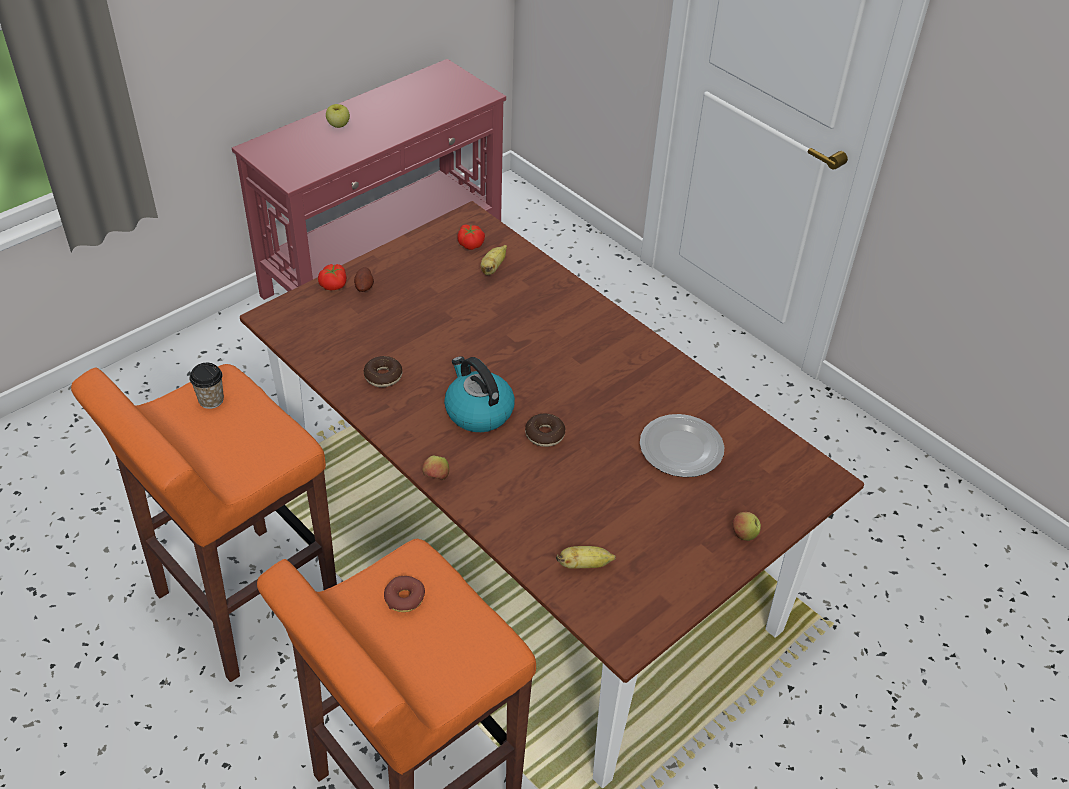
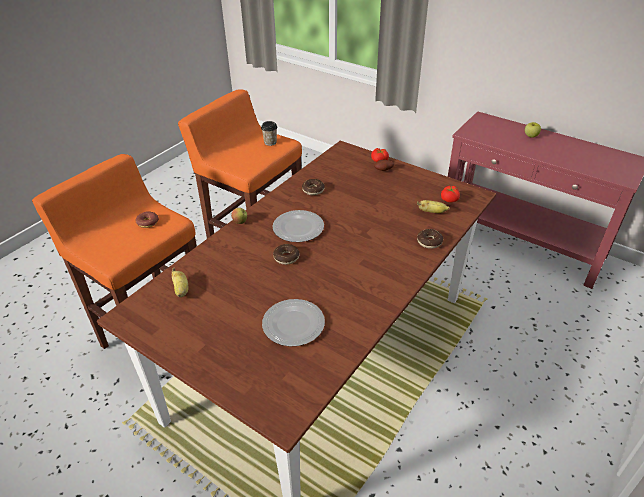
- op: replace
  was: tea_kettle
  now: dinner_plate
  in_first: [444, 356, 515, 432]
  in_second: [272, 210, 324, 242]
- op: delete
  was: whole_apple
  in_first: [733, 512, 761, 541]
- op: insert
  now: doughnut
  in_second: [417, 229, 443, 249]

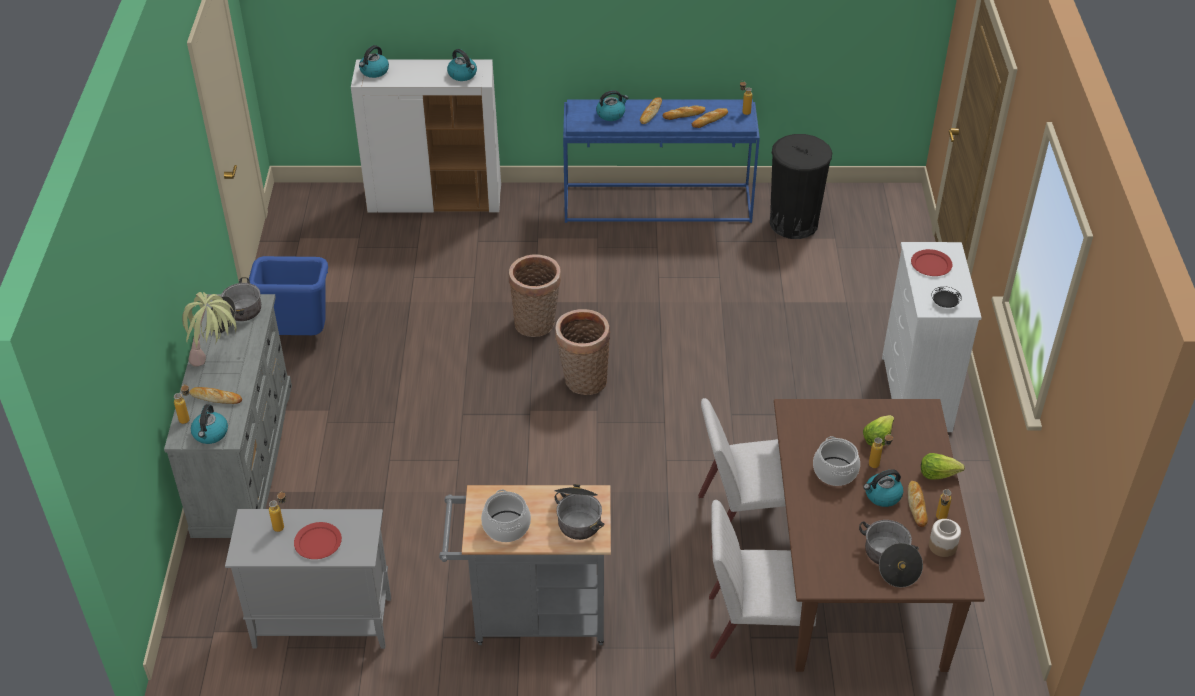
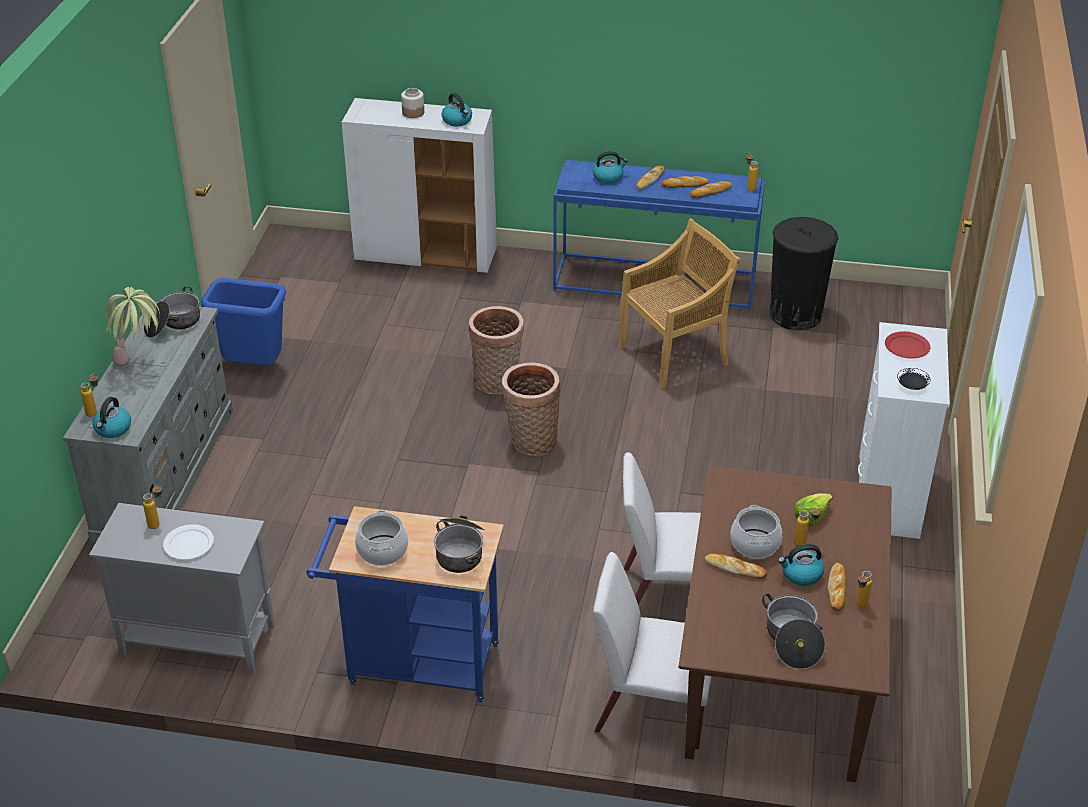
- op: delete
  was: tea_kettle
  in_first: [359, 45, 389, 78]
- op: move
  was: baked_bread
  in_first: [189, 387, 242, 404]
  in_second: [704, 554, 767, 579]
- op: delete
  was: lettuce
  in_first: [921, 453, 965, 480]
- op: recolor
  was: gray_wheeled_cart
  now: blue-coloured_wheeled_cart
  in_first: [439, 485, 611, 645]
  in_second: [307, 506, 504, 702]
- op: move
  was: storage_jar
  in_first: [929, 519, 961, 557]
  in_second: [401, 88, 424, 118]
- op: recolor
  was: red-coloured_dinner_plate
  now: white-coloured_dinner_plate
  in_first: [294, 522, 342, 559]
  in_second: [163, 524, 214, 559]
- op: insert
  now: beige_plain_chair
  in_second: [619, 219, 740, 389]

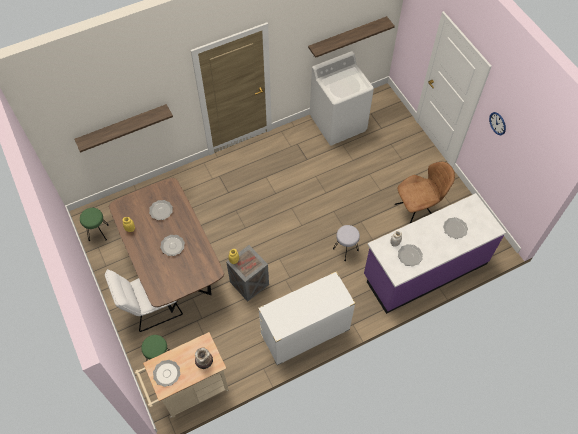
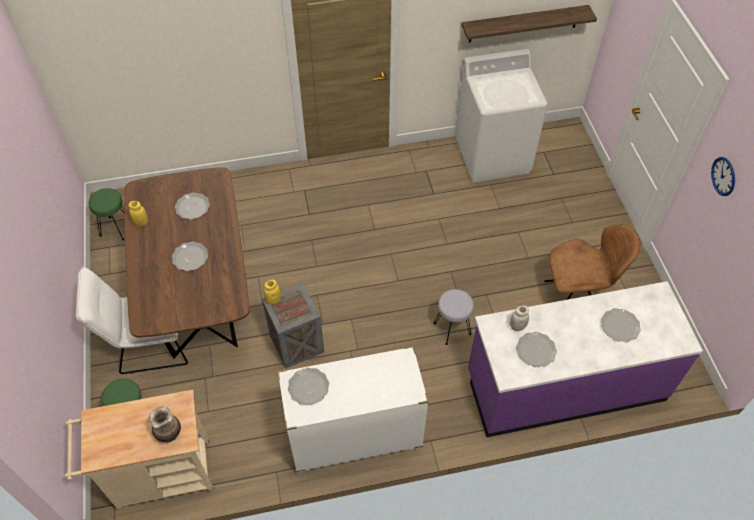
- op: delete
  was: shelf
  in_first: [75, 104, 173, 153]
- op: move
  was: dinner_plate
  in_first: [153, 360, 180, 387]
  in_second: [288, 368, 329, 405]

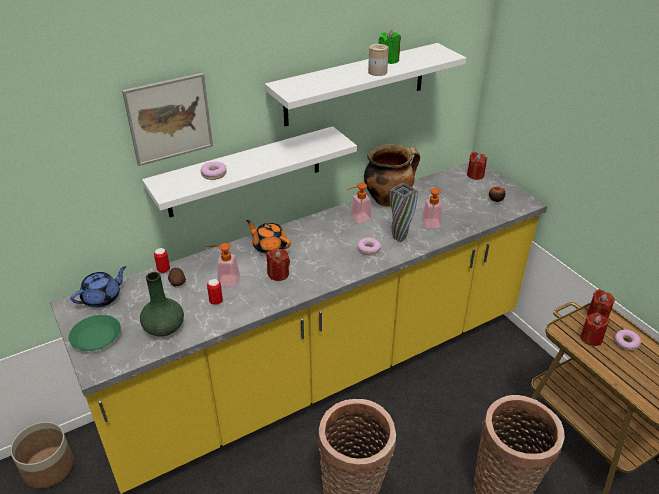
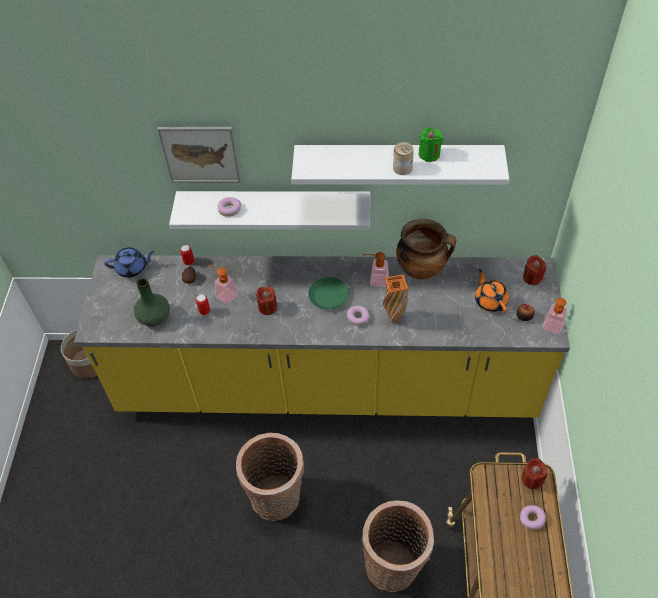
- op: recolor
  was: gray_flower_vase
  now: orangey_flower_vase
  in_first: [389, 183, 418, 242]
  in_second: [383, 274, 409, 323]
- op: move
  was: soap_dispenser
  in_first: [422, 188, 442, 229]
  in_second: [542, 298, 567, 335]
- op: move
  was: orangey_pot_for_tea
  in_first: [246, 220, 291, 254]
  in_second: [475, 269, 509, 313]
- op: delete
  was: red-coloured_candle
  in_first: [580, 312, 609, 346]
- op: move
  was: green_dinner_plate
  in_first: [69, 315, 121, 351]
  in_second: [308, 277, 349, 309]

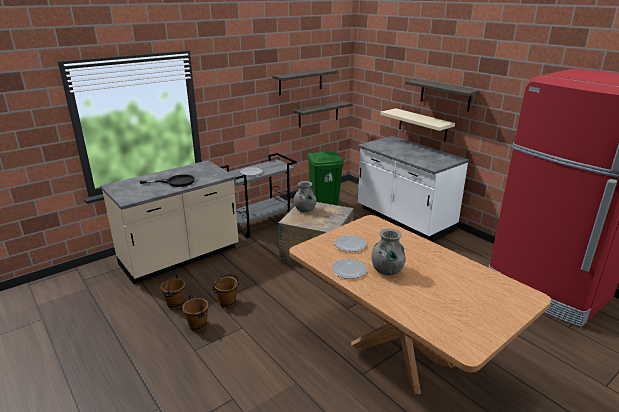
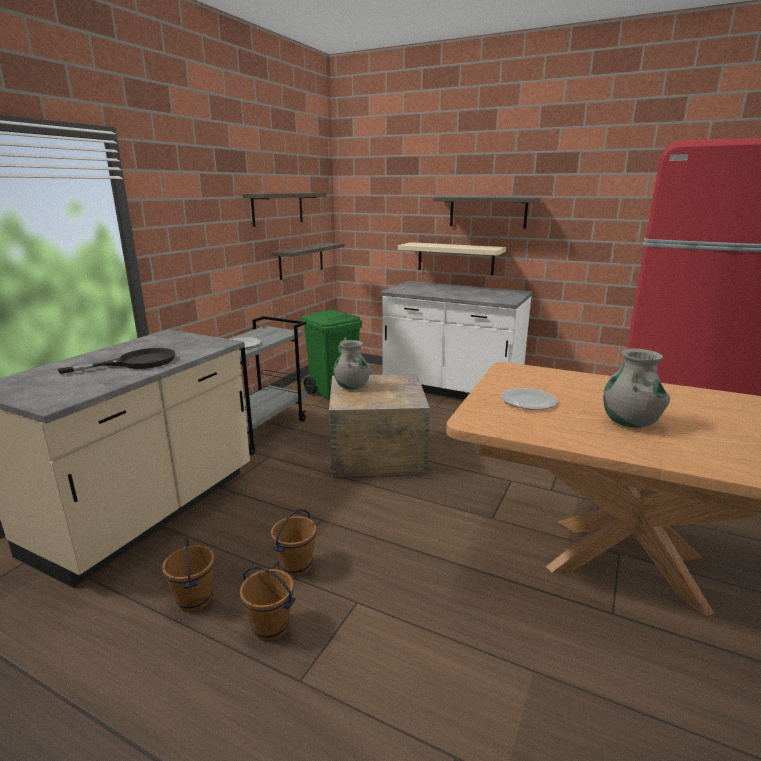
- op: delete
  was: dinner_plate
  in_first: [332, 259, 367, 279]

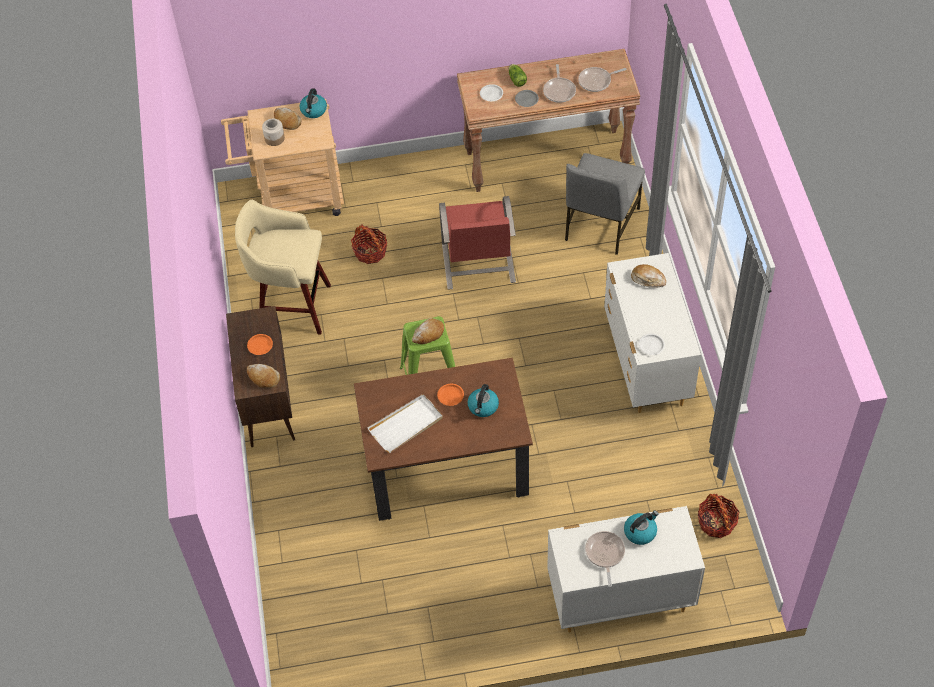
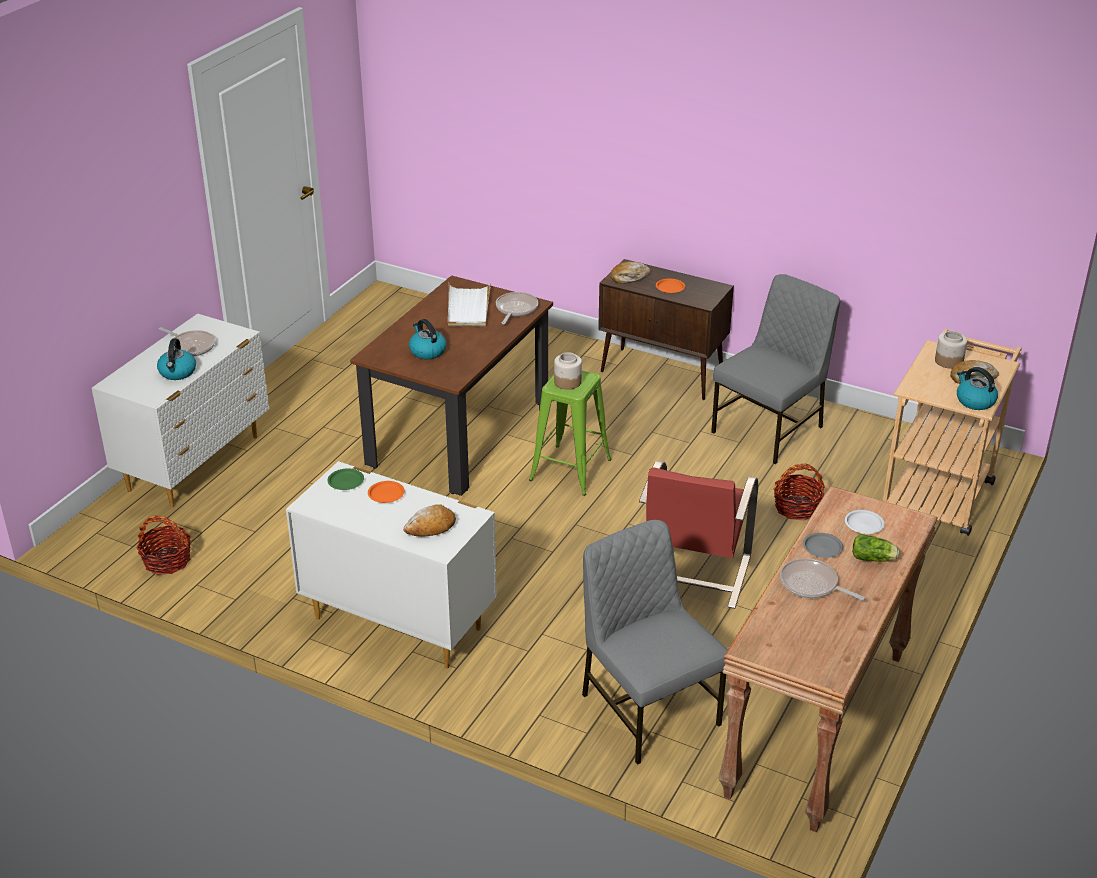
- op: move
  was: skillet
  in_first: [578, 67, 626, 92]
  in_second: [496, 292, 538, 324]
- op: rotate
  was: red-coloured_plain_chair
  in_first: [439, 196, 516, 290]
  in_second: [639, 461, 758, 609]
  clockwise: -105
- op: replace
  was: beige_stool_seat
  now: gray_plain_chair
  in_first: [235, 200, 331, 335]
  in_second: [711, 274, 840, 464]
- op: replace
  was: baked_bread
  now: storage_jar
  in_first: [412, 318, 444, 344]
  in_second: [554, 352, 582, 390]
- op: recolor
  was: white-coloured_dinner_plate
  now: green_dinner_plate
  in_first: [638, 334, 665, 355]
  in_second: [327, 468, 364, 490]
- op: move
  was: orangey_dinner_plate
  in_first: [437, 384, 464, 406]
  in_second: [368, 481, 405, 503]

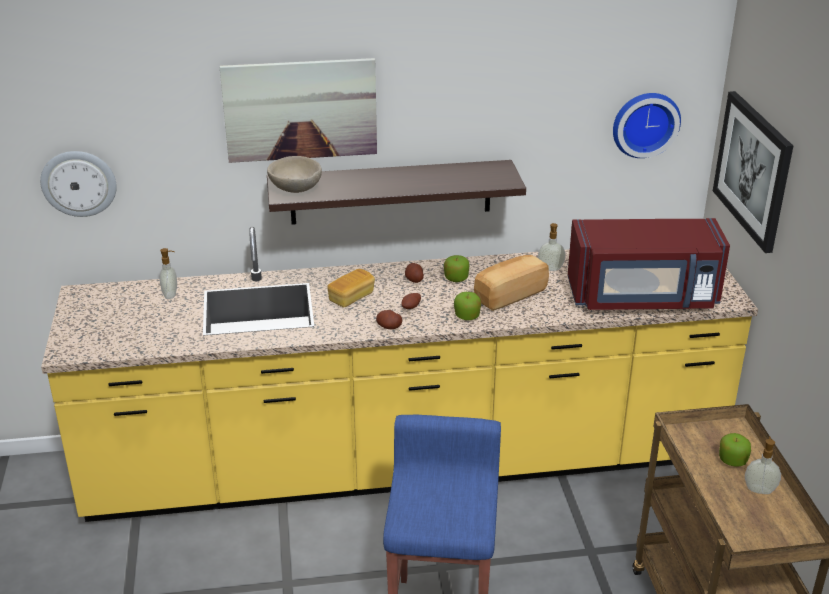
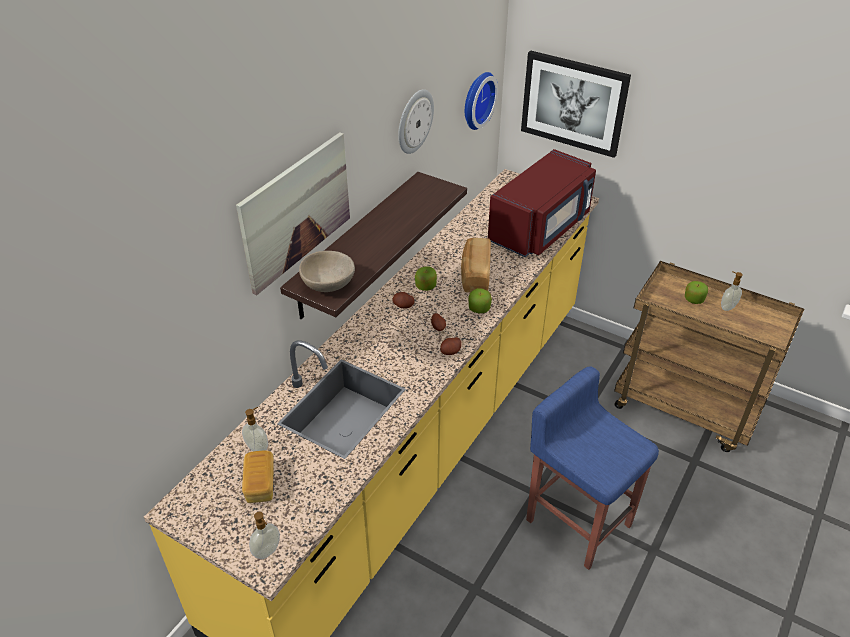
- op: move
  was: clock_on_the_wall
  in_first: [40, 151, 117, 217]
  in_second: [398, 89, 434, 154]
- op: move
  was: soap_dispenser
  in_first: [538, 223, 566, 271]
  in_second: [249, 512, 280, 559]
- op: move
  was: baked_bread
  in_first: [327, 269, 375, 307]
  in_second: [242, 451, 274, 503]

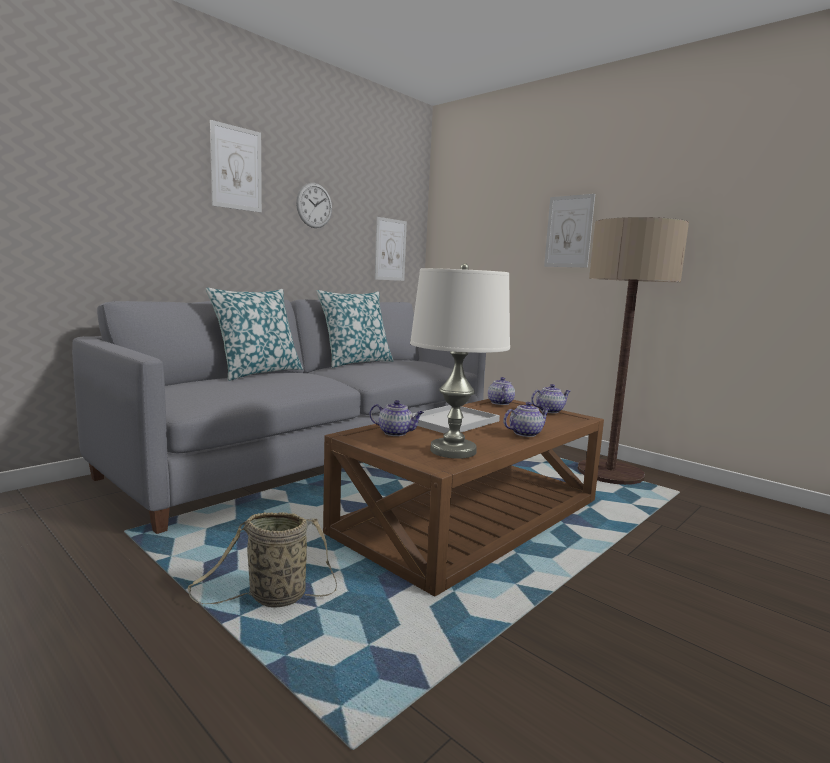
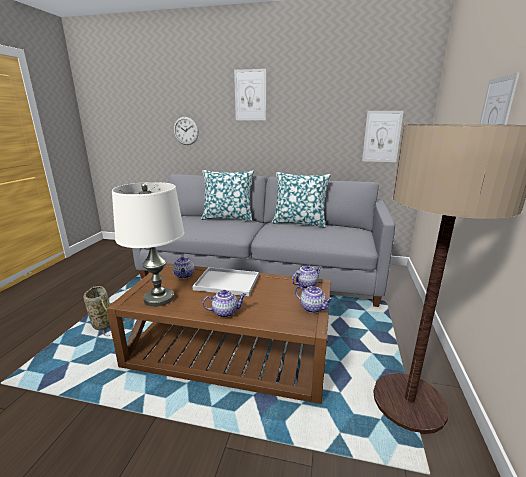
- op: move
  was: clock_on_the_wall
  in_first: [296, 183, 332, 228]
  in_second: [173, 117, 199, 145]
- op: rotate
  was: pot_for_tea
  in_first: [503, 402, 550, 437]
  in_second: [203, 290, 246, 318]
  clockwise: -45

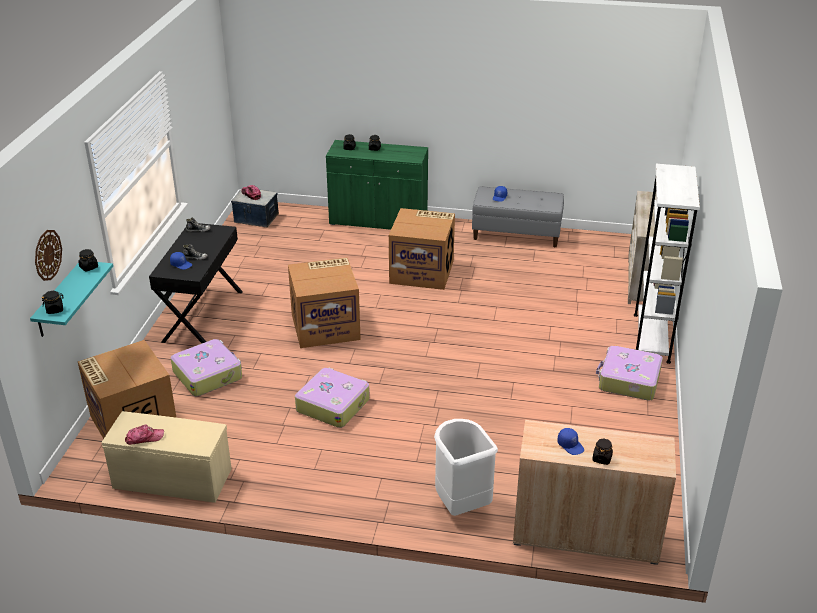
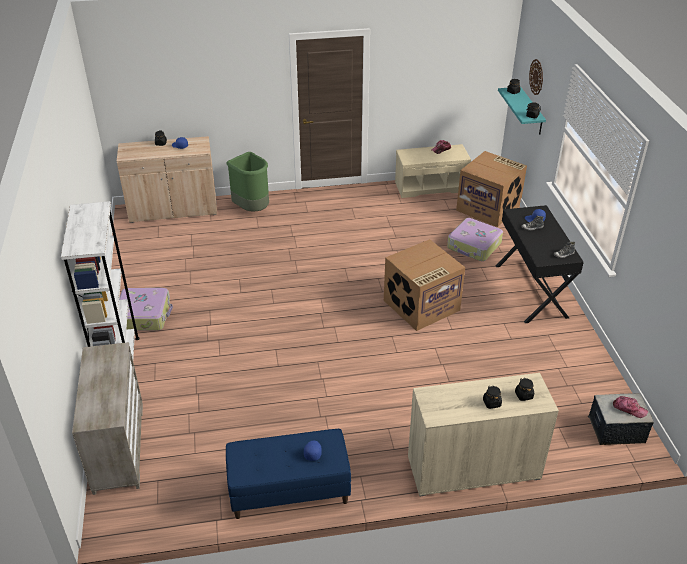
- op: recolor
  was: green_storage_cabinet
  now: beige_storage_cabinet
  in_first: [326, 140, 428, 230]
  in_second: [408, 373, 559, 496]
- op: recolor
  was: gray_indoor_bench
  now: blue-coloured_indoor_bench
  in_first: [472, 186, 564, 247]
  in_second: [226, 429, 351, 519]
- op: delete
  was: carton
  in_first: [389, 208, 455, 290]
- op: delete
  was: travel_case
  in_first: [295, 368, 370, 428]
- op: recolor
  was: white-coloured_rubbish_bin
  now: green_rubbish_bin
  in_first: [434, 419, 498, 516]
  in_second: [227, 152, 269, 212]

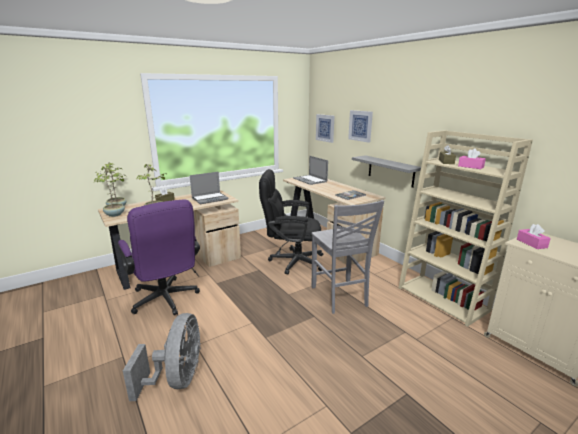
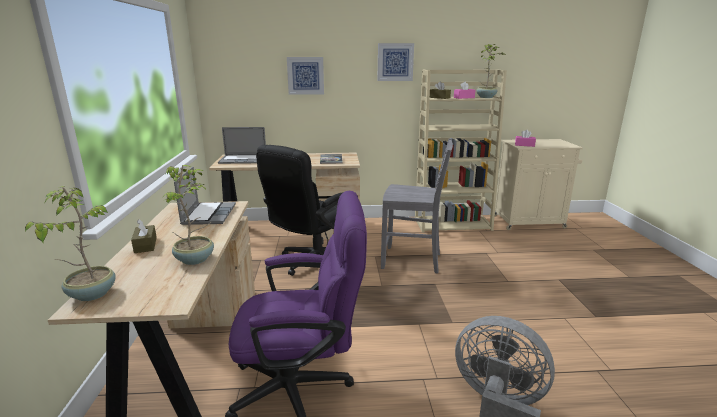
- op: move
  was: wall_picture
  in_first: [316, 114, 334, 143]
  in_second: [377, 43, 414, 81]
- op: delete
  was: gray_shelf
  in_first: [352, 155, 421, 188]
- op: move
  was: potted_plant
  in_first: [94, 166, 126, 217]
  in_second: [476, 44, 505, 98]

